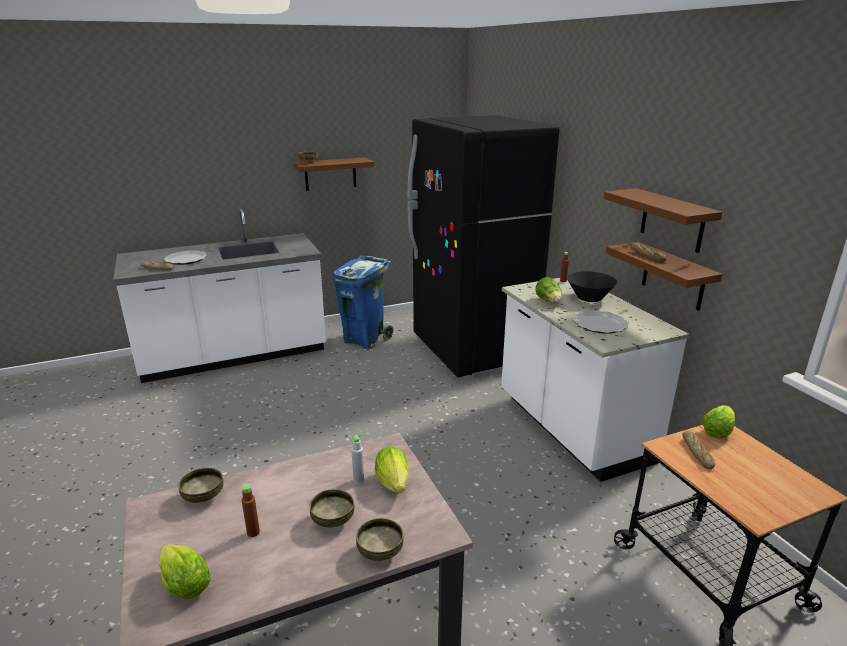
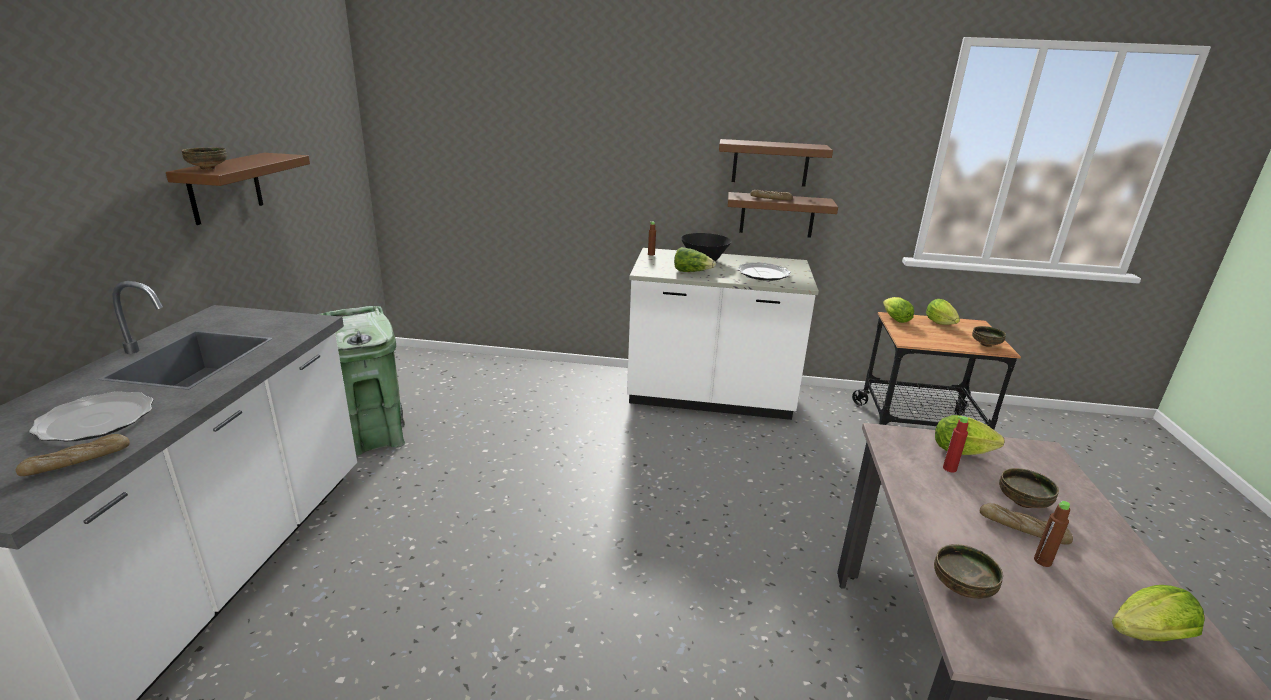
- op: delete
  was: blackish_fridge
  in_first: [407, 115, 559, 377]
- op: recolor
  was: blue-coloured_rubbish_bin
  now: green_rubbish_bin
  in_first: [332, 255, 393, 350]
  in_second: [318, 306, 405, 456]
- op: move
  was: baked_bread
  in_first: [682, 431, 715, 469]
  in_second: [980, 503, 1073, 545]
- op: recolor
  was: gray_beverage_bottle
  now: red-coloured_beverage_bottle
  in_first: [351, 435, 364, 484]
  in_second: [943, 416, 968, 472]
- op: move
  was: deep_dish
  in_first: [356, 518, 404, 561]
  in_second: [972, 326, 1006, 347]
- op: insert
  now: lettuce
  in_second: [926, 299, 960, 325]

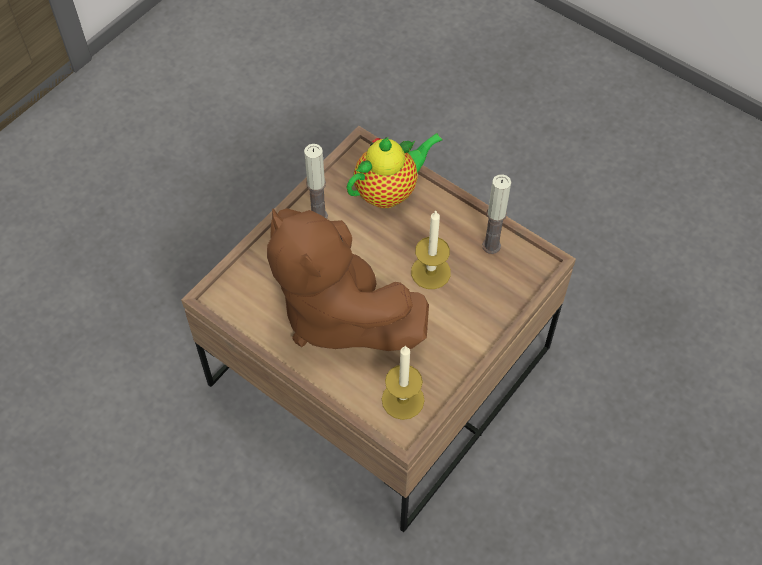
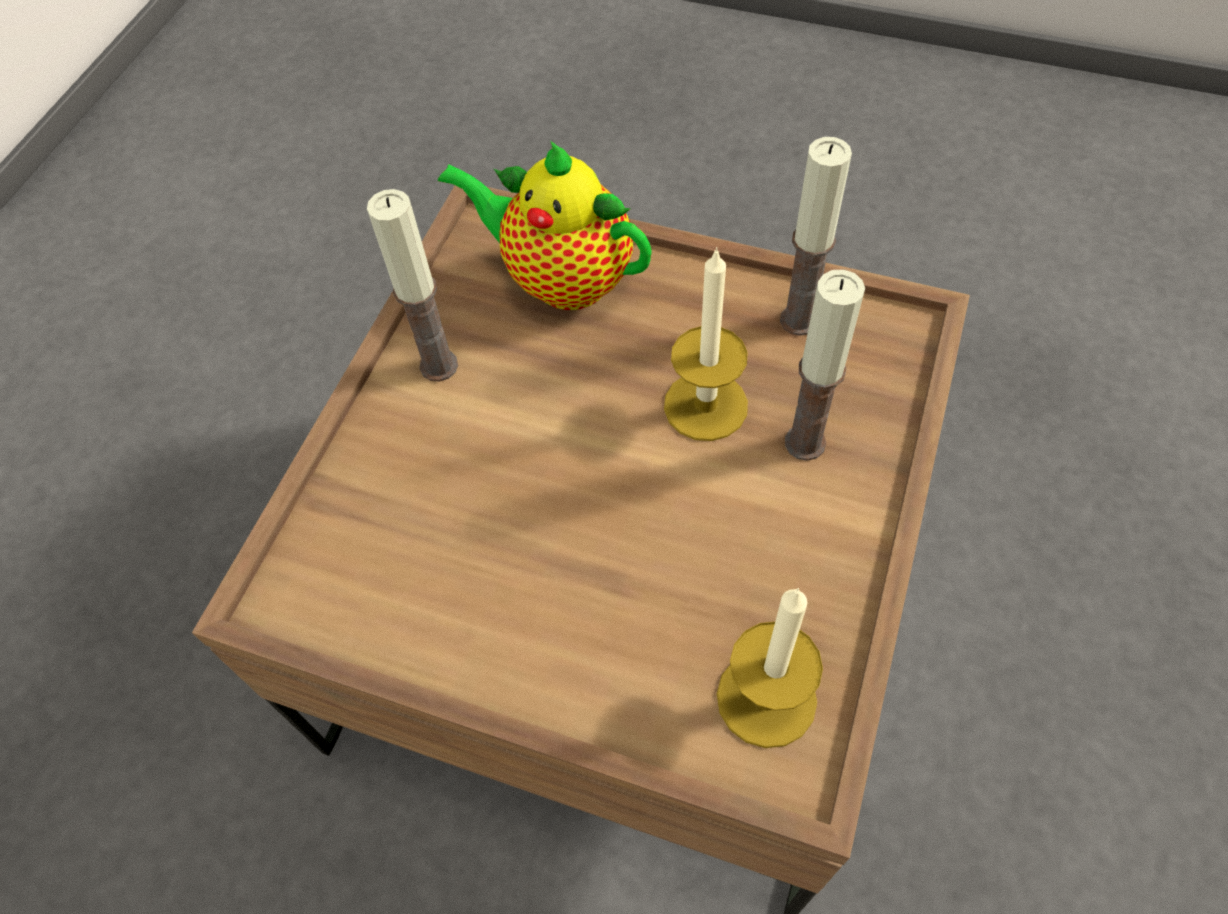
- op: rotate
  was: pot_for_tea
  in_first: [347, 133, 443, 208]
  in_second: [438, 141, 652, 310]
  clockwise: -105
- op: delete
  was: brownish_plush_toy
  in_first: [267, 208, 429, 351]
- op: insert
  now: candle
  in_second: [785, 269, 865, 461]

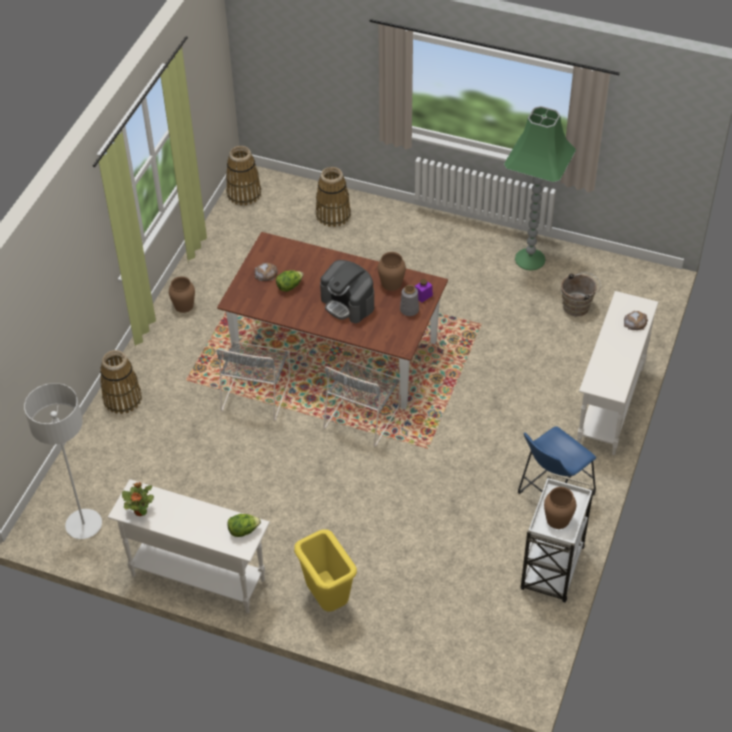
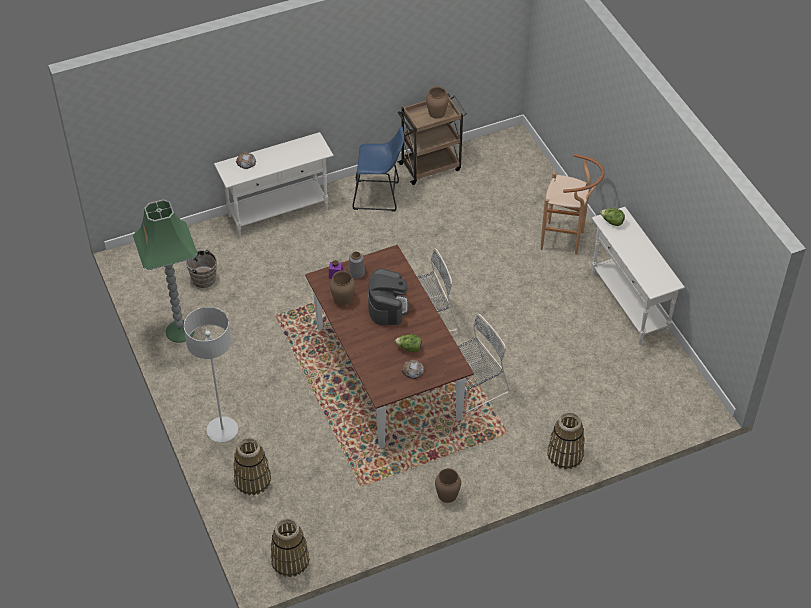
- op: move
  was: gray_standard_lamp
  in_first: [24, 383, 102, 539]
  in_second: [184, 307, 238, 442]
- op: recolor
  was: white-coloured_wheeled_cart
  now: brownish_wheeled_cart
  in_first: [520, 473, 594, 602]
  in_second: [397, 94, 467, 185]
- op: delete
  was: potted_plant
  in_first: [122, 482, 154, 516]
- op: replace
  was: yellowish_rubbish_bin
  now: brownish_stool_seat
  in_first: [294, 529, 357, 612]
  in_second: [541, 154, 605, 255]

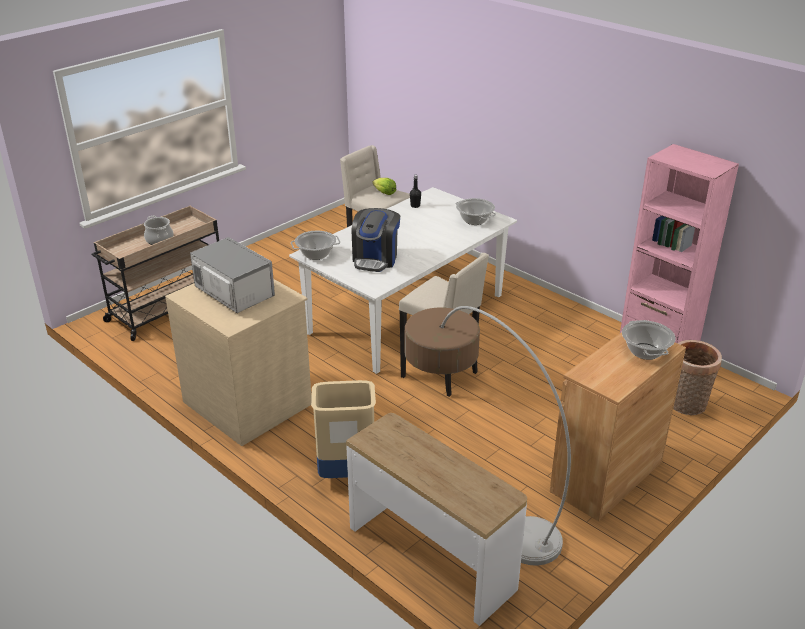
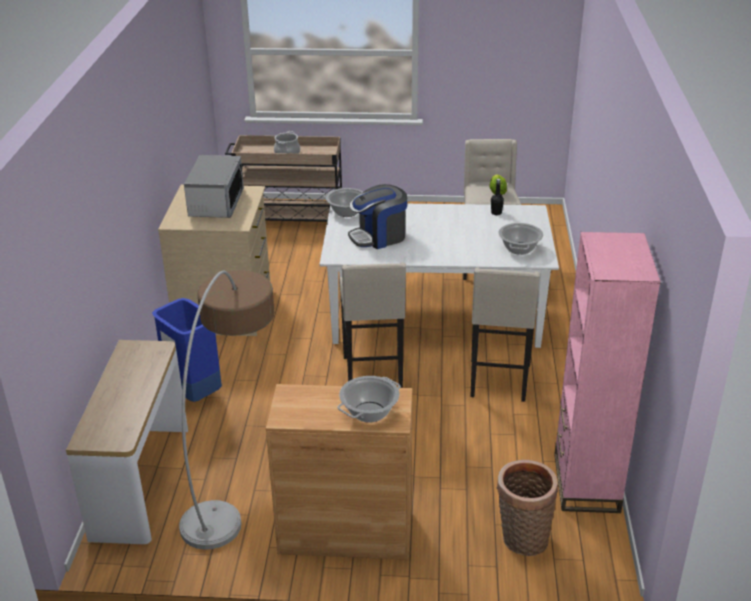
- op: recolor
  was: beige_rubbish_bin
  now: blue-coloured_rubbish_bin
  in_first: [311, 380, 376, 478]
  in_second: [152, 298, 222, 402]
- op: insert
  now: beige_stool_seat
  in_second: [470, 268, 540, 402]

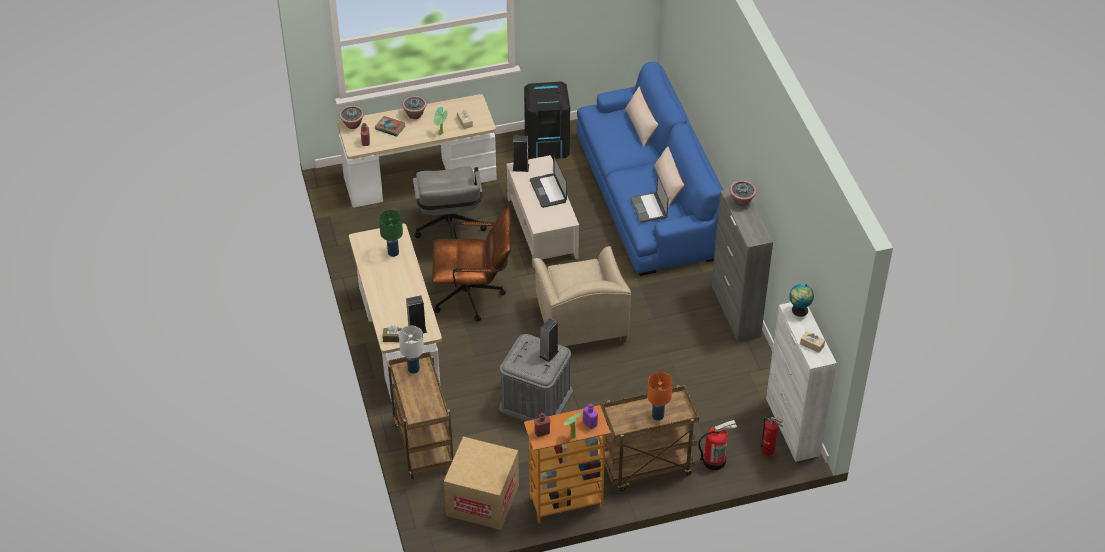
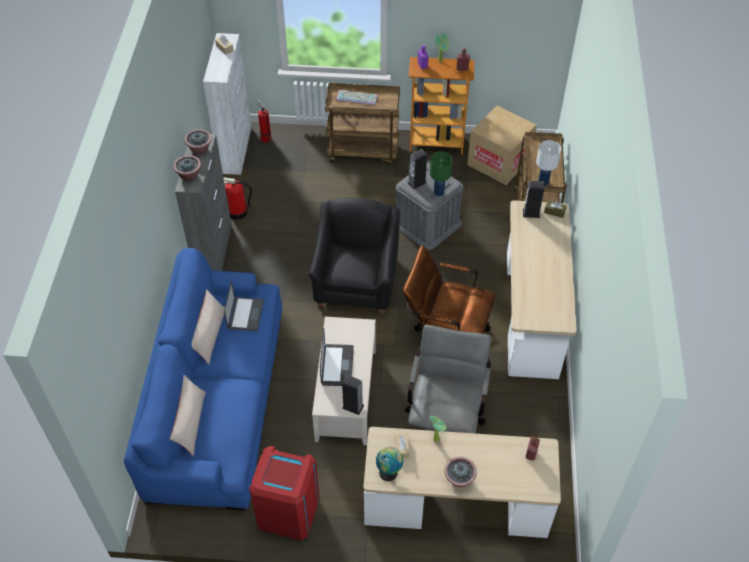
- op: recolor
  was: blackish_rubbish_bin
  now: red-coloured_rubbish_bin
  in_first: [524, 82, 570, 159]
  in_second: [249, 446, 320, 540]
- op: move
  was: potted_plant
  in_first: [339, 105, 364, 129]
  in_second: [184, 129, 212, 155]
- op: delete
  was: volume
  in_first: [375, 116, 405, 137]
- op: move
  was: green_table_lamp
  in_first: [379, 210, 403, 257]
  in_second: [430, 151, 453, 196]
- op: recolor
  was: beige_easy_chair
  now: blackish_easy_chair
  in_first: [533, 246, 631, 346]
  in_second: [309, 198, 400, 314]
- op: move
  was: desk_globe
  in_first: [789, 284, 814, 317]
  in_second: [376, 447, 403, 481]
- op: replace
  was: orangey_table_lamp
  now: PC_keyboard
  in_first: [647, 372, 673, 421]
  in_second: [337, 90, 378, 105]
- op: move
  was: extinguisher
  in_first: [698, 420, 737, 470]
  in_second: [223, 177, 252, 219]

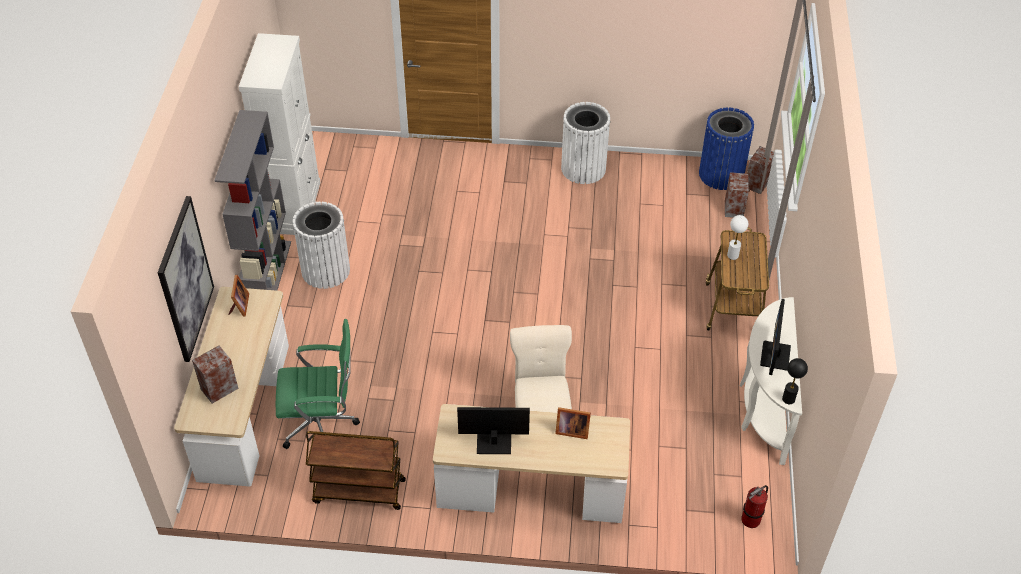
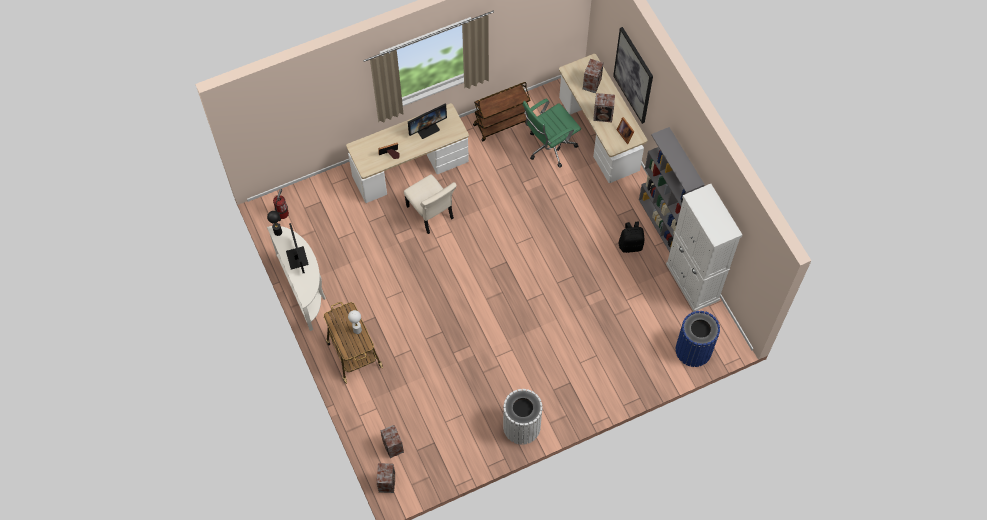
- op: move
  was: blue-coloured_rubbish_bin
  in_first: [699, 108, 754, 190]
  in_second: [676, 311, 720, 367]
- op: replace
  was: white-coloured_rubbish_bin
  now: blackish_backpack
  in_first: [293, 202, 350, 289]
  in_second: [619, 221, 645, 253]
- op: insert
  now: speaker
  in_second: [593, 93, 615, 122]

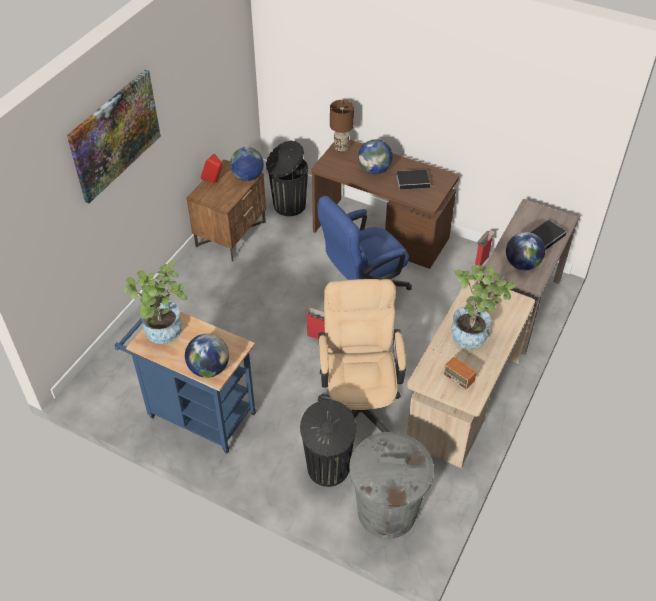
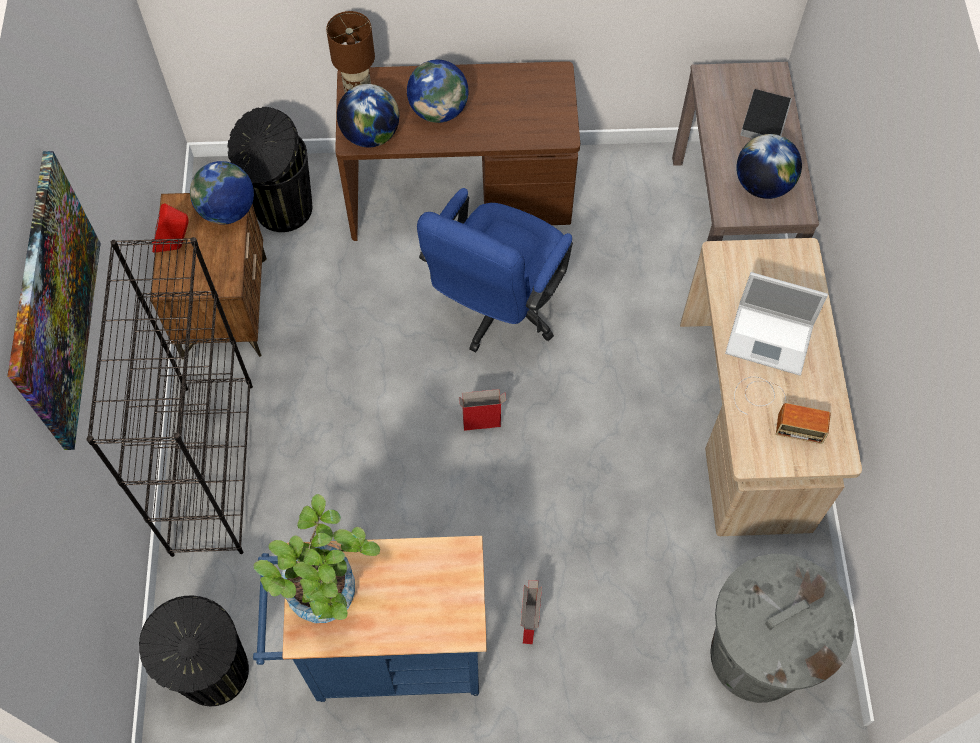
- op: delete
  was: volume
  in_first: [396, 169, 433, 190]
- op: move
  was: carton
  in_first: [475, 230, 495, 266]
  in_second: [520, 580, 542, 644]
- op: replace
  was: potted_plant
  now: portable_computer
  in_first: [451, 265, 516, 349]
  in_second: [725, 272, 828, 376]
- op: delete
  was: beige_desk_chair
  in_first: [318, 279, 406, 432]
- op: move
  was: desk_globe
  in_first: [185, 334, 229, 378]
  in_second: [337, 84, 399, 147]
- op: move
  was: blackish_rubbish_bin
  in_first: [300, 400, 356, 487]
  in_second: [139, 595, 249, 706]
- op: insert
  now: blackish_bookshelf
  in_second: [86, 237, 253, 557]

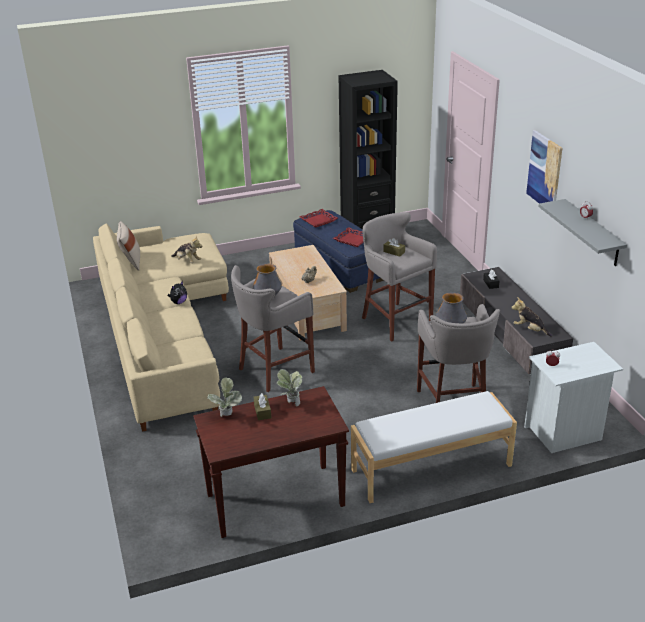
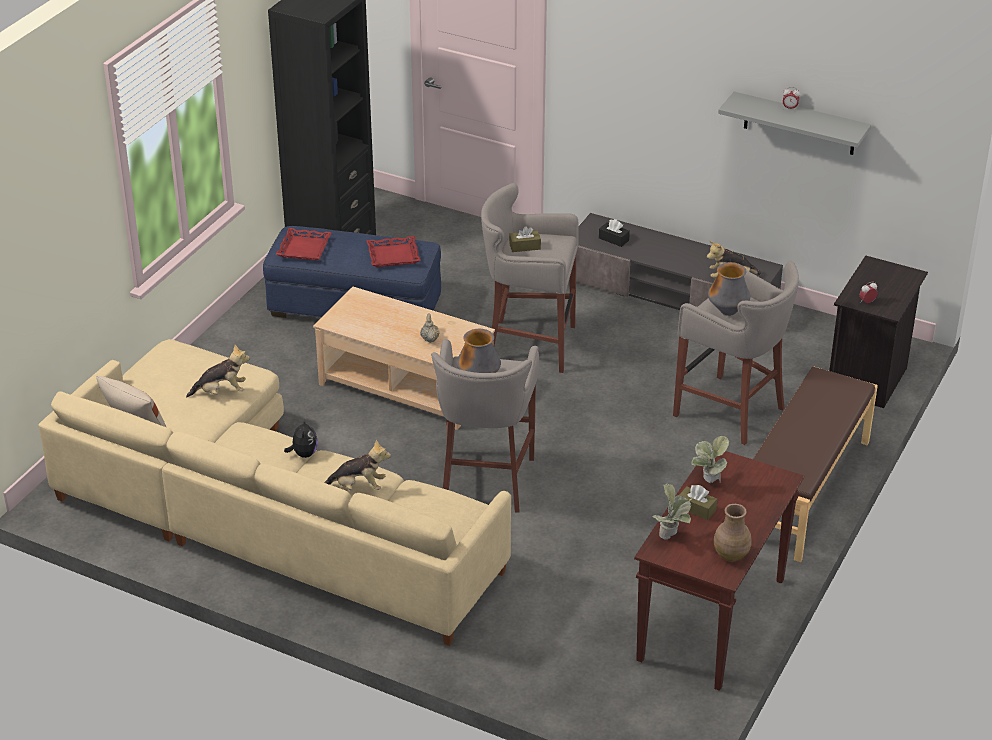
- op: delete
  was: wall_picture
  in_first: [526, 130, 562, 203]
- op: recolor
  was: white-coloured_night_table
  now: blackish_night_table
  in_first: [524, 342, 623, 453]
  in_second: [829, 255, 928, 408]
- op: recolor
  was: white-coloured_indoor_bench
  now: brownish_indoor_bench
  in_first: [351, 391, 517, 503]
  in_second: [753, 366, 878, 562]
- op: insert
  now: plush_toy
  in_second: [324, 439, 391, 490]
- op: insert
  now: brownish_flower_vase
  in_second: [713, 504, 752, 562]

